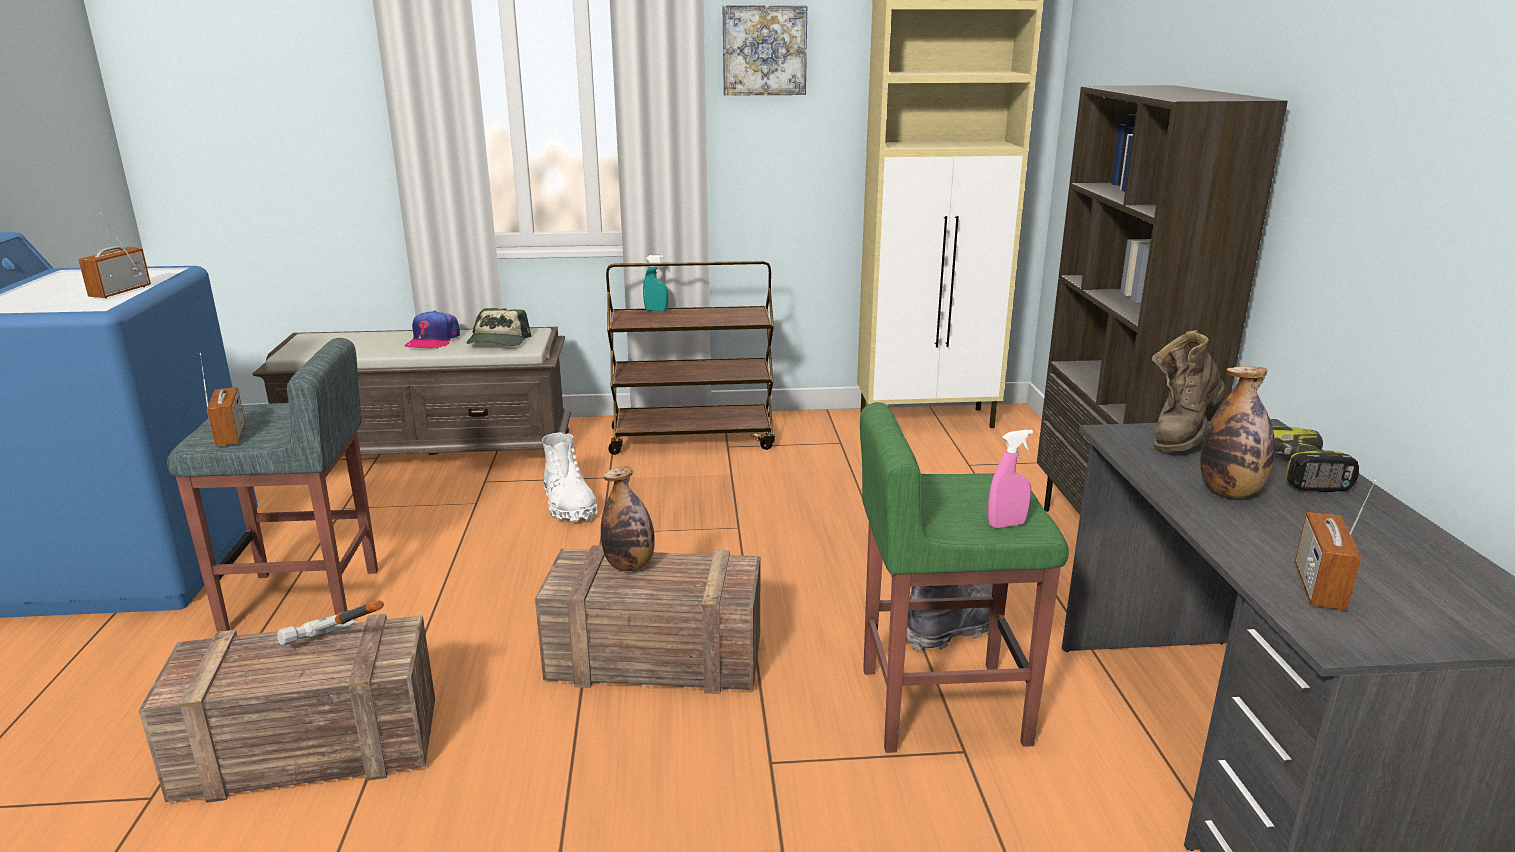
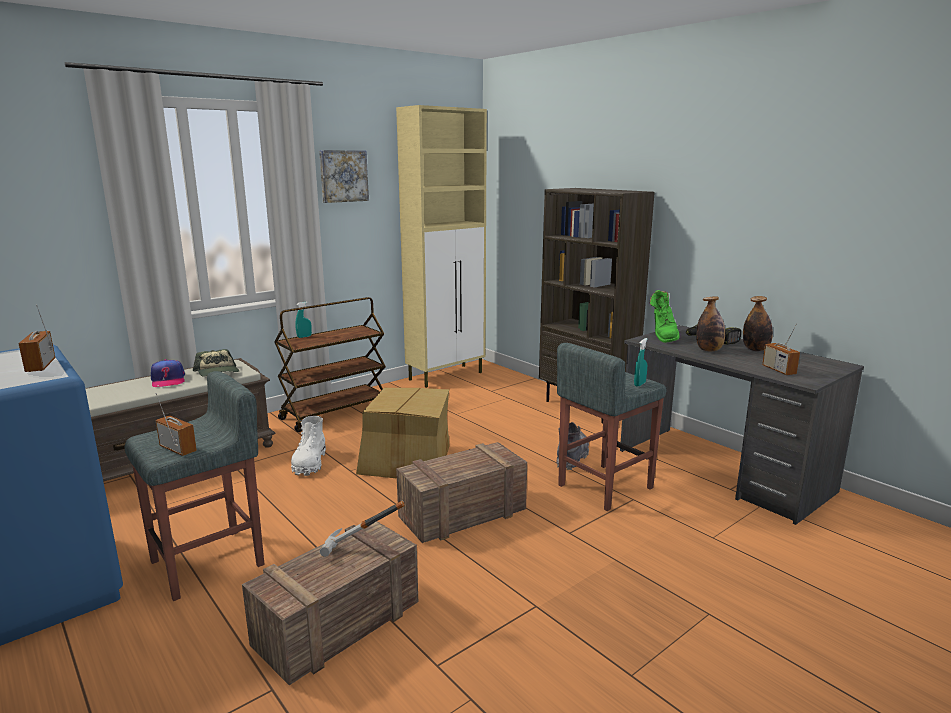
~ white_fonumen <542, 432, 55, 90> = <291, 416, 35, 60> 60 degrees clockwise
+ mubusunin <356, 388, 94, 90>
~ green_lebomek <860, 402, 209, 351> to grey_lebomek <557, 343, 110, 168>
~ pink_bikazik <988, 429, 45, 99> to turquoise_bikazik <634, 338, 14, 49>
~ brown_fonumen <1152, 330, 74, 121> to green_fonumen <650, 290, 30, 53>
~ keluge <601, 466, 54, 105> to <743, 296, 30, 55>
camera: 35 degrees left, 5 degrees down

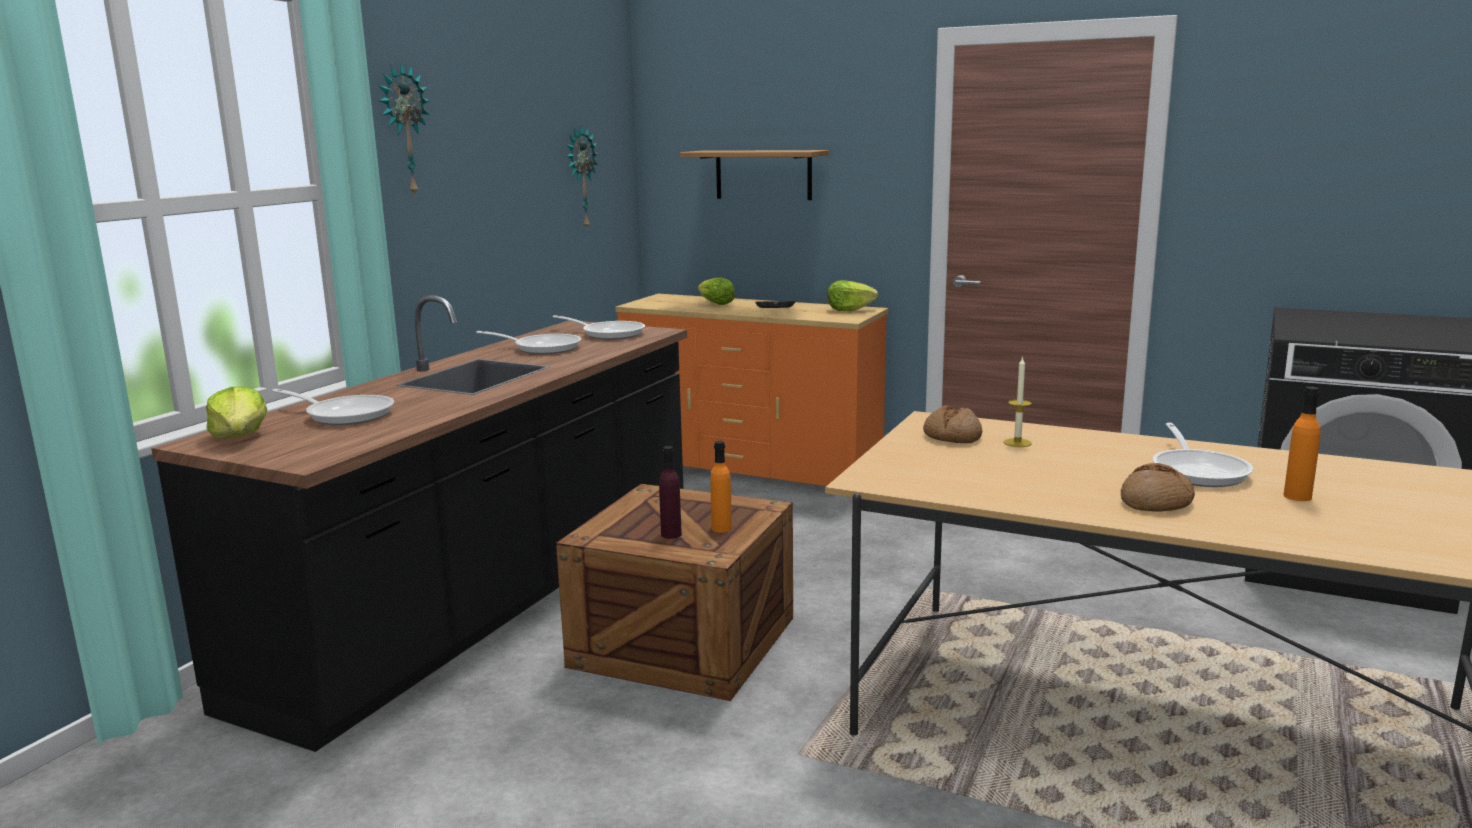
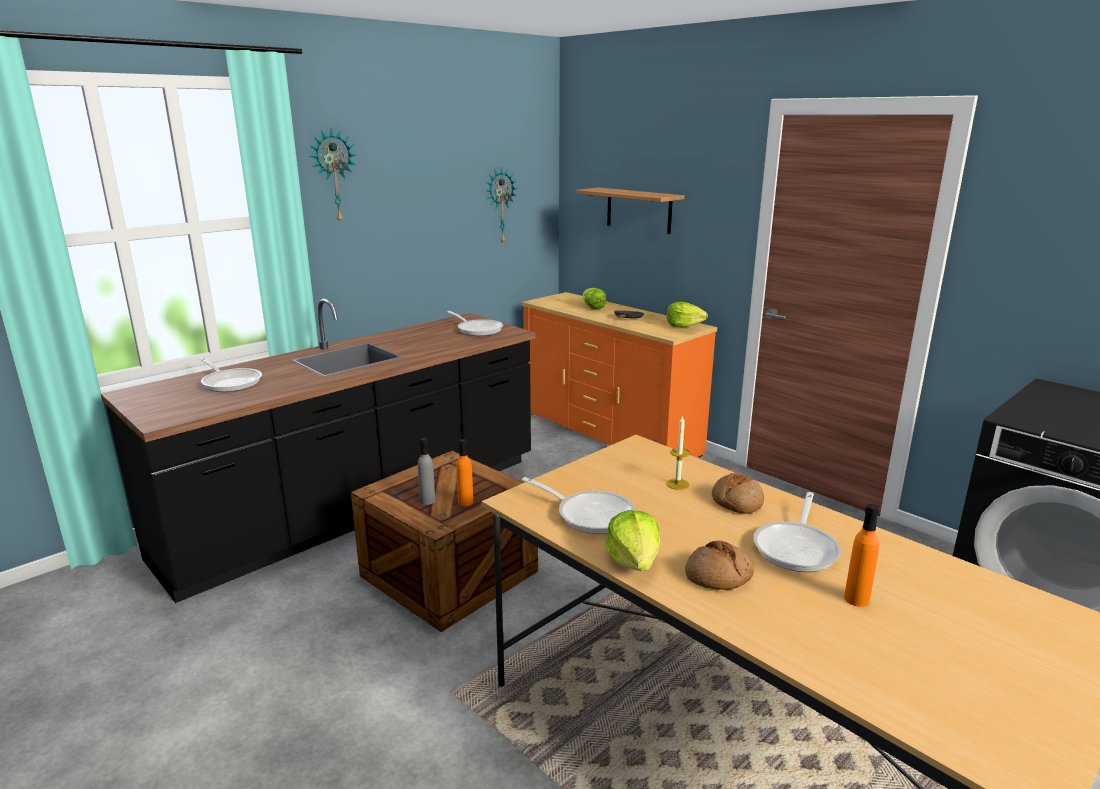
~ purple_keluge <659, 446, 23, 93> to grey_keluge <418, 438, 17, 67>
~ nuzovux <476, 331, 105, 23> to <522, 477, 114, 57>
~ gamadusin <206, 387, 62, 52> to <605, 510, 55, 61>
~ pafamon <923, 405, 59, 38> to <712, 473, 52, 41>
camera: 20 degrees right, 5 degrees up

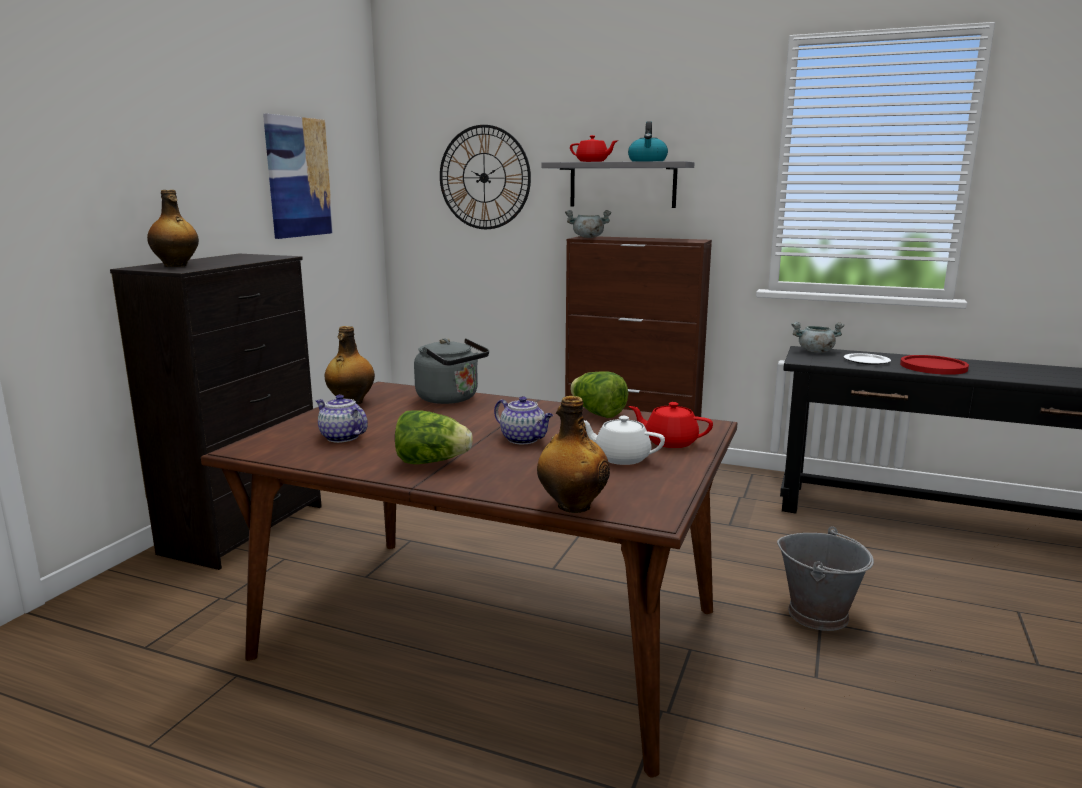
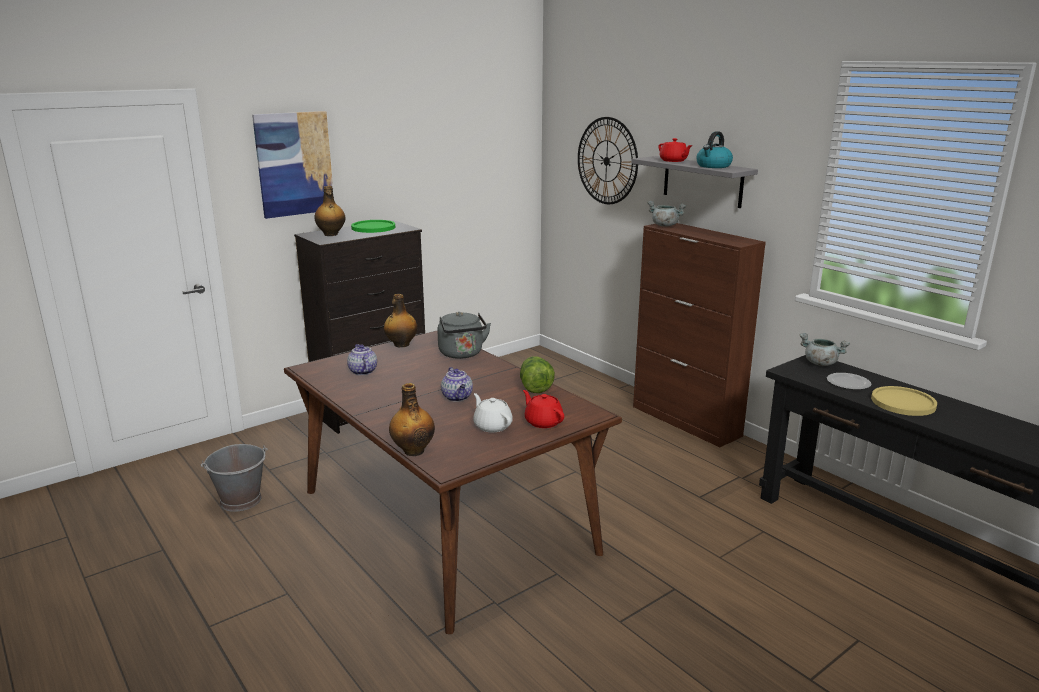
~ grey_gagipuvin <777, 526, 97, 105> to <201, 444, 67, 68>
~ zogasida <263, 113, 70, 126> to <252, 111, 82, 108>
+ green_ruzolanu <351, 220, 44, 13>
~ red_ruzolanu <900, 355, 69, 20> to yellow_ruzolanu <871, 386, 66, 30>
- gamadusin <395, 410, 78, 54>
camera: 30 degrees right, 5 degrees up

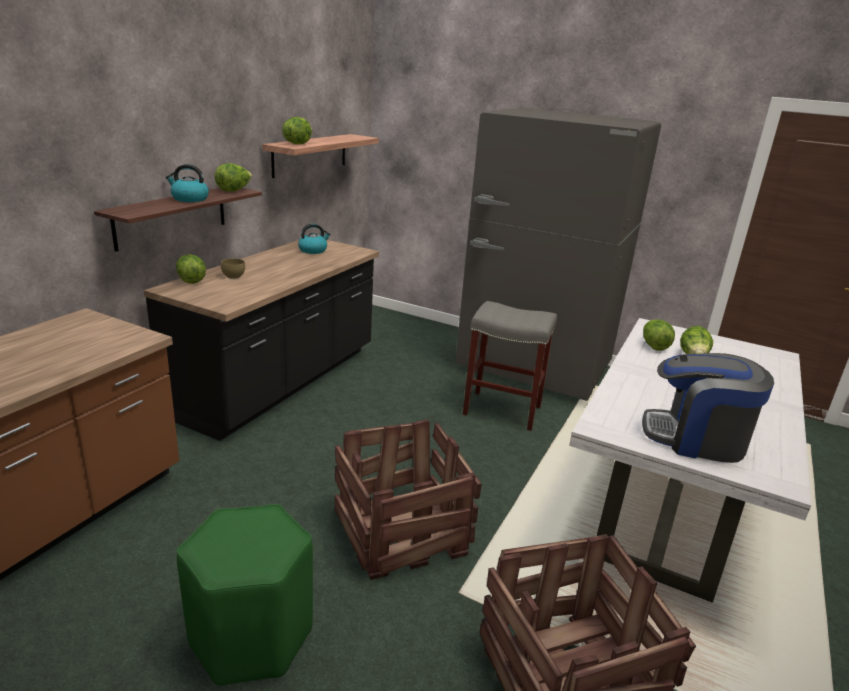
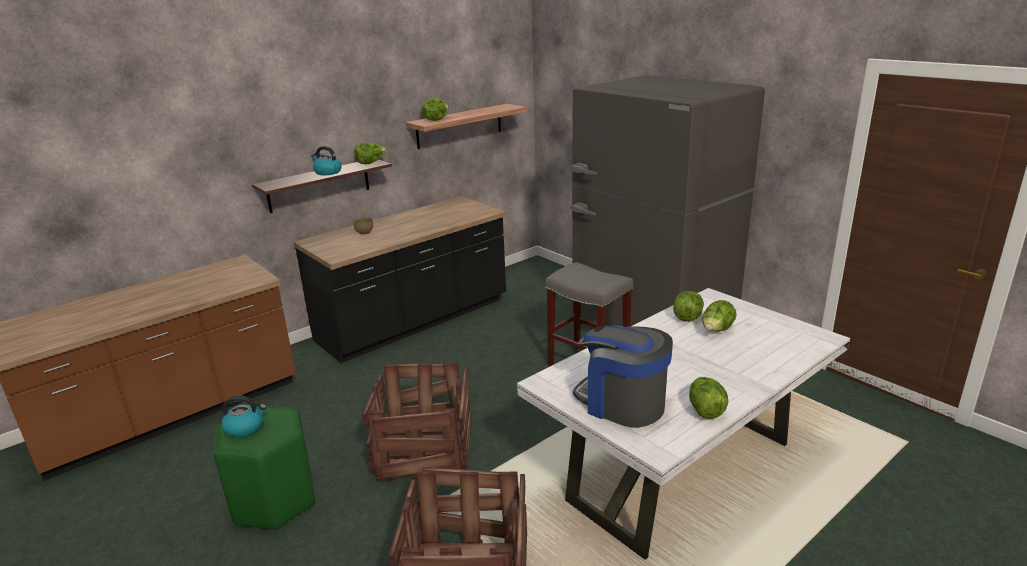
~ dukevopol <298, 224, 33, 30> to <221, 396, 45, 42>
~ gamadusin <176, 254, 30, 30> to <689, 377, 39, 42>
camera: 25 degrees right, 0 degrees up

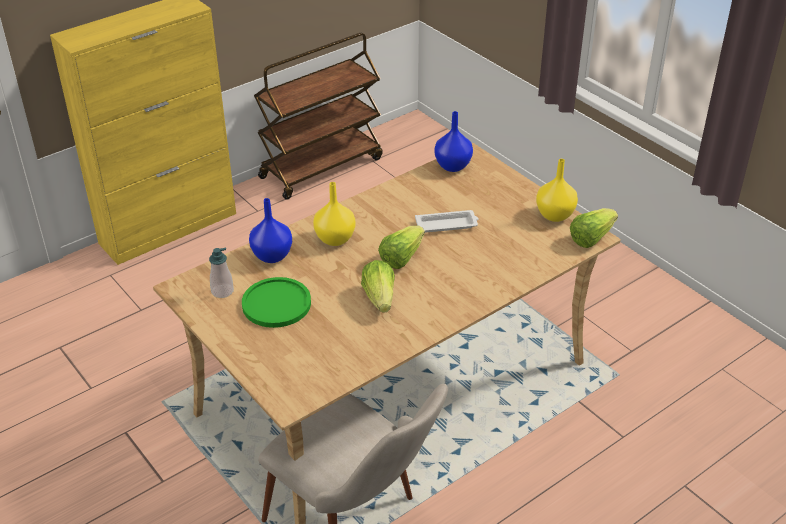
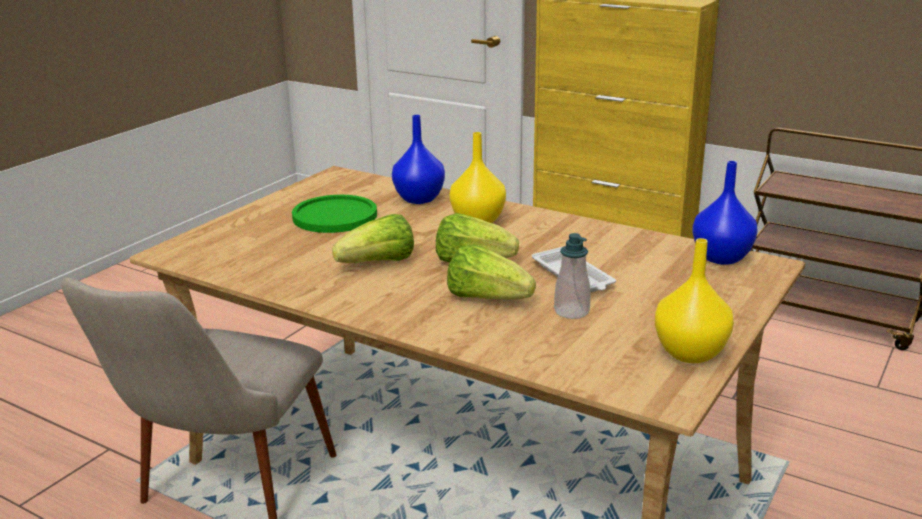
~ gamadusin <570, 208, 48, 40> to <447, 244, 89, 55>
~ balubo <209, 248, 25, 50> to <554, 233, 37, 86>
camera: 70 degrees right, 15 degrees down

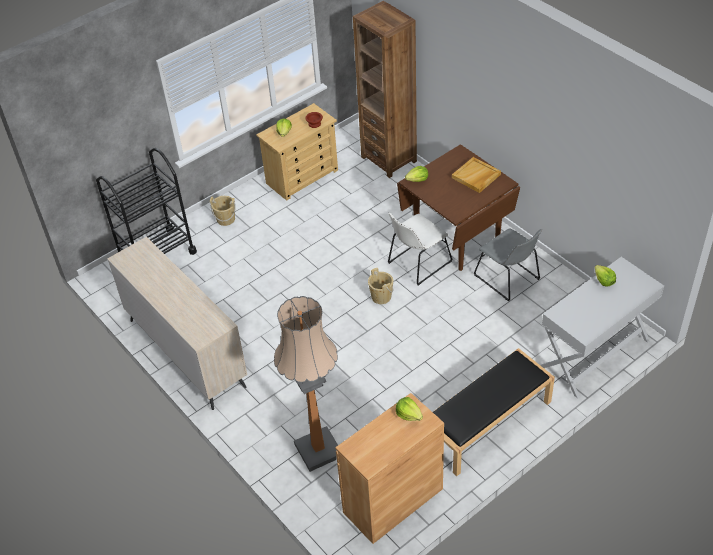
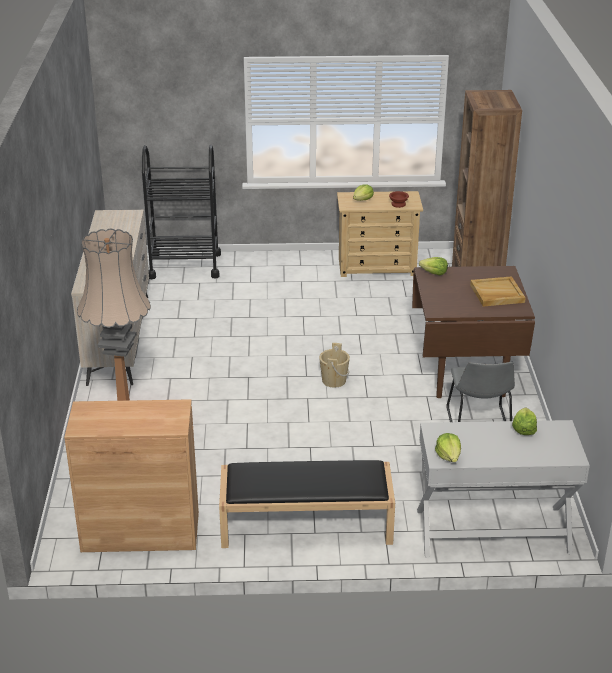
~ gamadusin <396, 397, 27, 24> to <435, 433, 26, 29>
- beige_gagipuvin <210, 196, 26, 30>
- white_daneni <388, 213, 65, 72>
camera: 35 degrees right, 15 degrees down

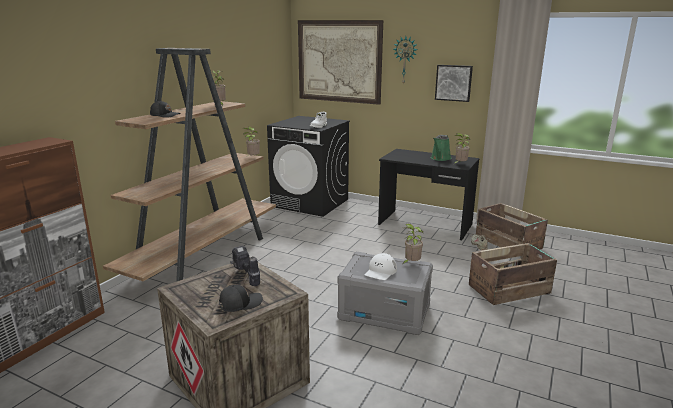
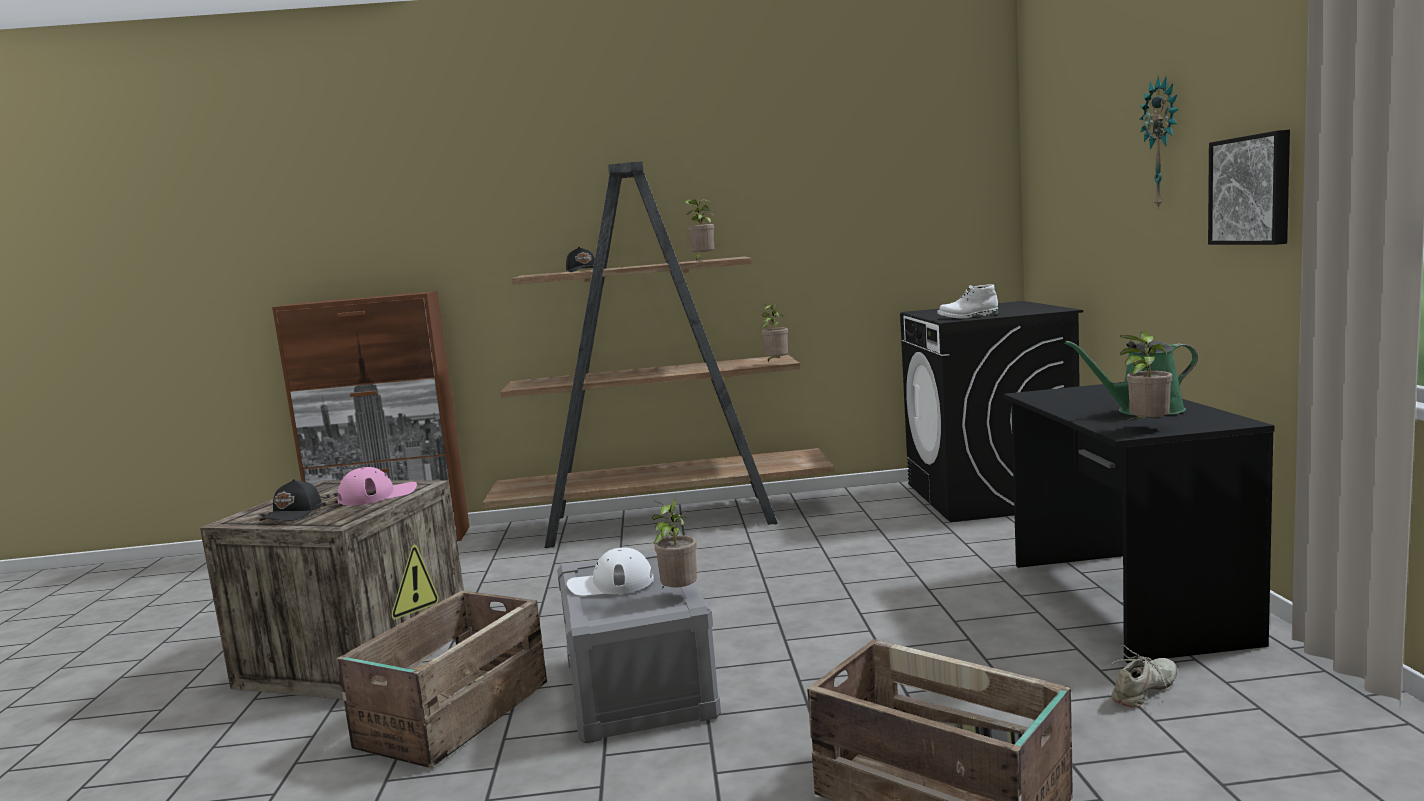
~ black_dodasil <219, 285, 44, 27> = <259, 479, 63, 42> 75 degrees clockwise
~ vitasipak <230, 246, 30, 40> to pink_dodasil <337, 467, 80, 38>
~ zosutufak <476, 203, 72, 54> to <337, 591, 210, 178>
- zogasida <298, 20, 85, 85>
camera: 60 degrees right, 10 degrees down

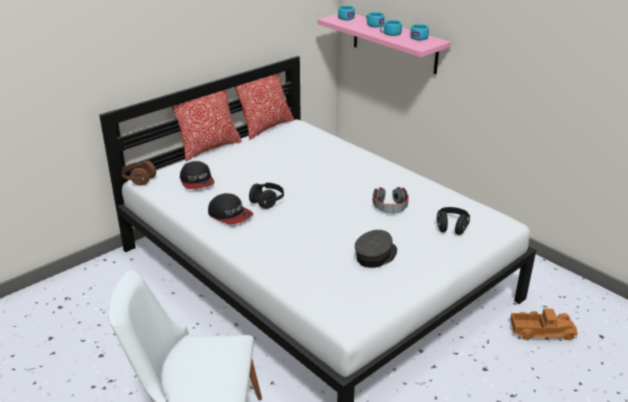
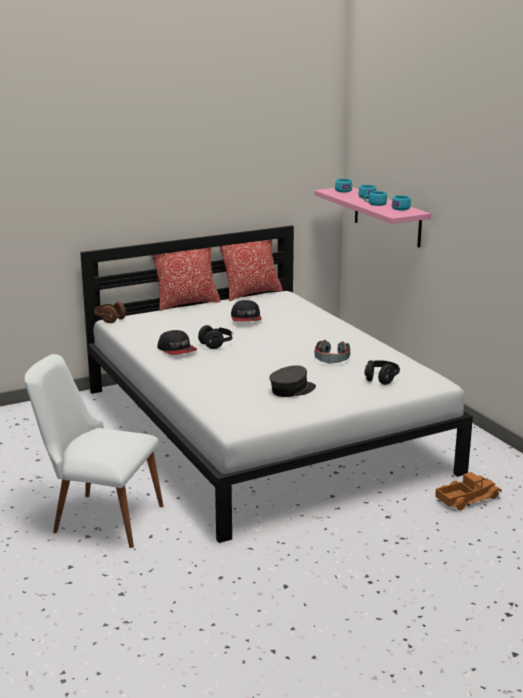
~ dodasil <180, 161, 34, 28> to <231, 300, 30, 21>
~ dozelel <510, 308, 68, 32> = <435, 472, 67, 38> 45 degrees counterclockwise
camera: 15 degrees right, 10 degrees down

